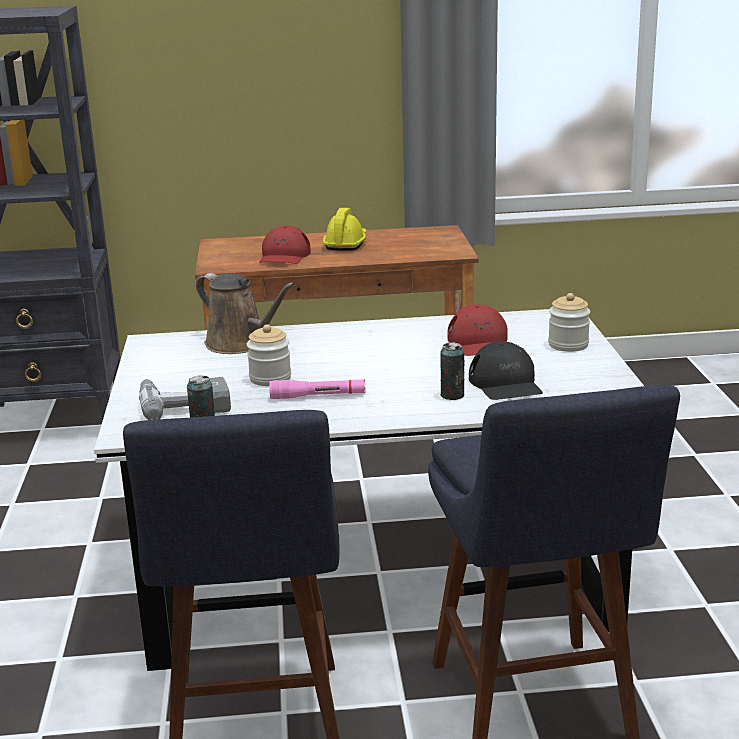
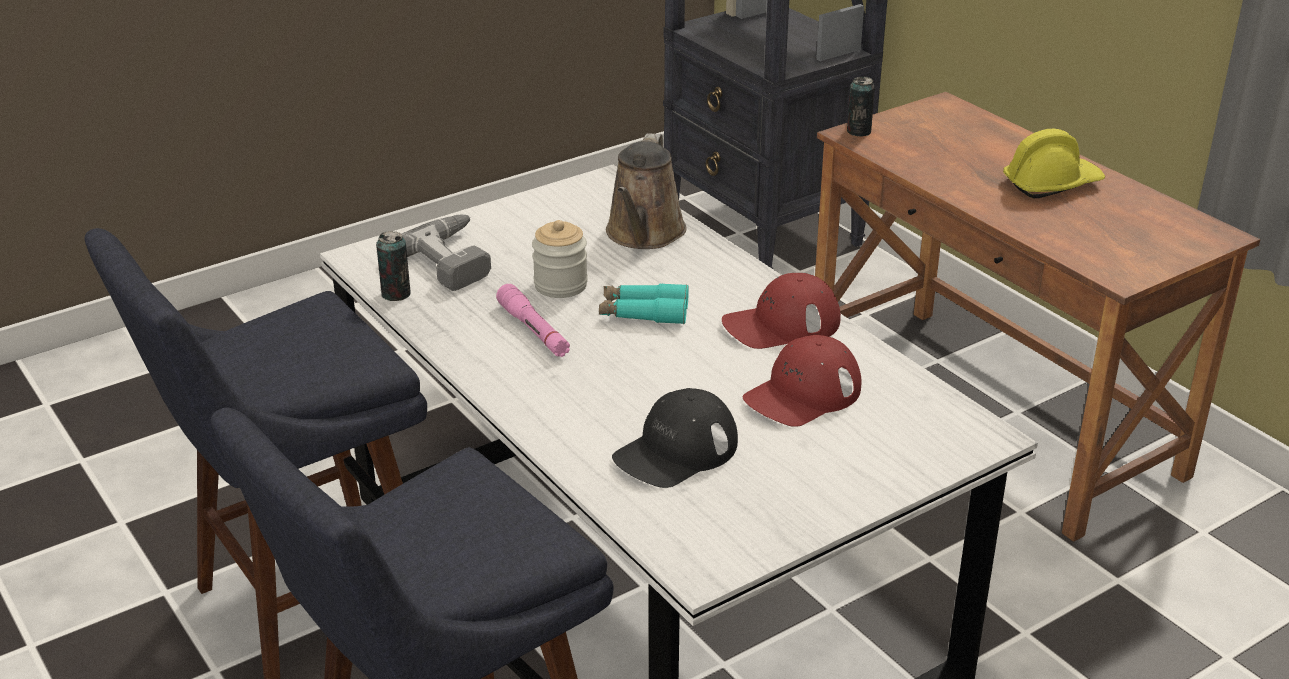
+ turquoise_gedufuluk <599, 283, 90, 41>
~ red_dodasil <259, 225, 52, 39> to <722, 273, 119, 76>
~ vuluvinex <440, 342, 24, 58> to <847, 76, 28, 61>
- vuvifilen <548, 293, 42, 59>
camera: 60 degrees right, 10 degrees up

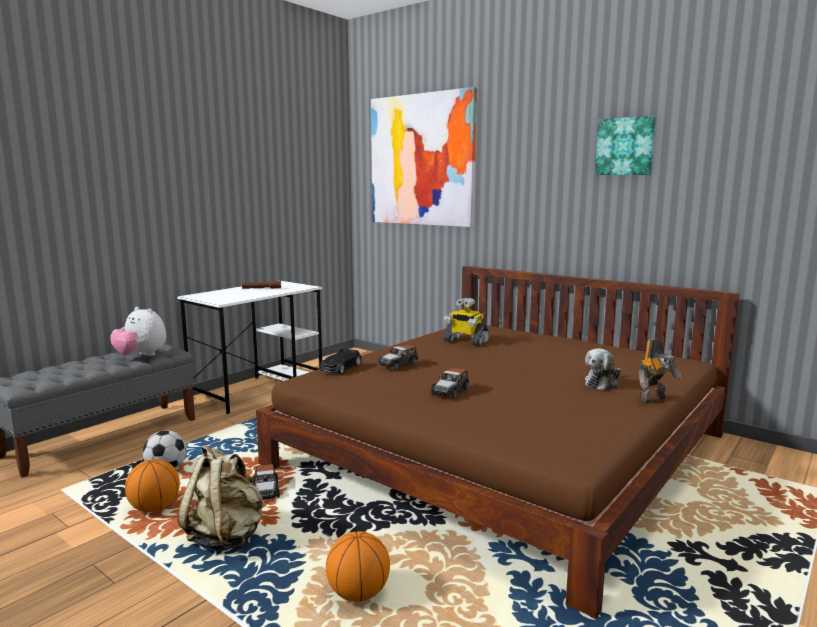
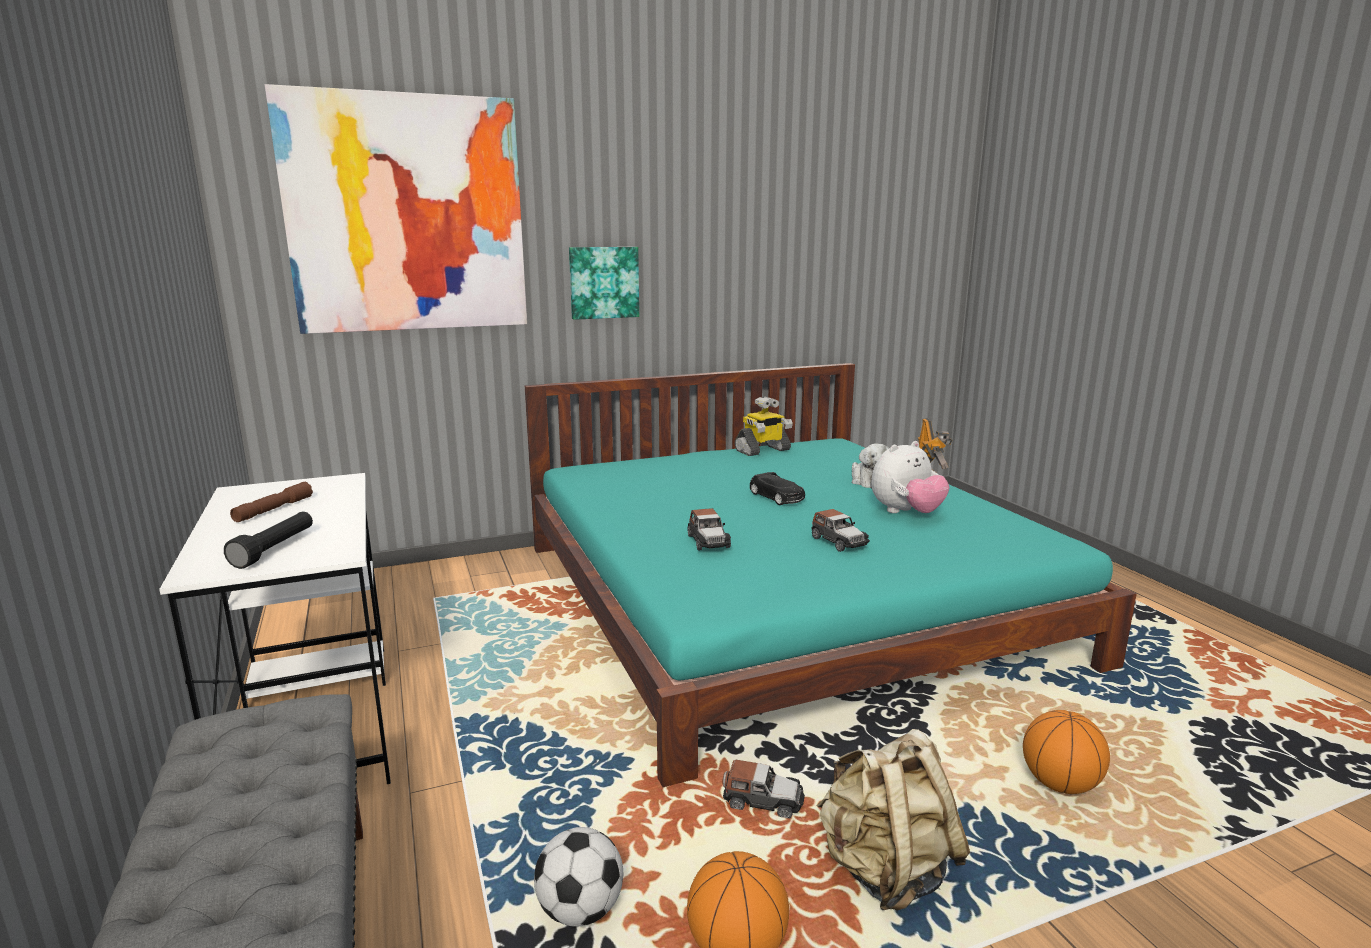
+ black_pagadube <224, 511, 89, 58>
~ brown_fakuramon <256, 266, 484, 353> to turquoise_fakuramon <525, 363, 612, 424>
~ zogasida <595, 116, 61, 59> to <569, 247, 70, 73>
~ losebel <444, 298, 45, 48> to <735, 396, 58, 60>
~ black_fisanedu <320, 349, 42, 25> to <750, 472, 55, 33>
~ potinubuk <111, 307, 55, 49> to <871, 441, 79, 72>
camera: 60 degrees left, 5 degrees up

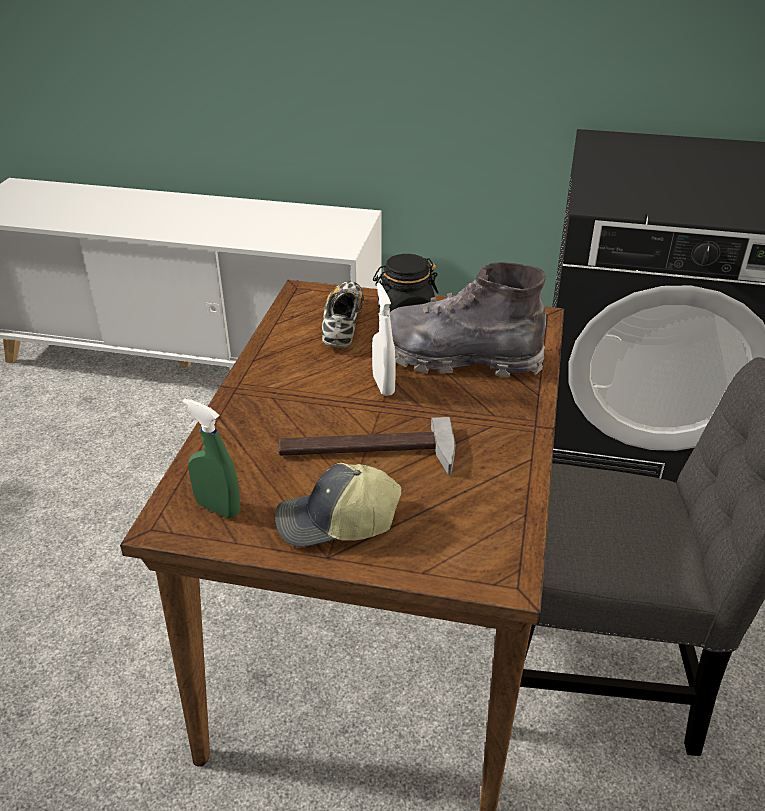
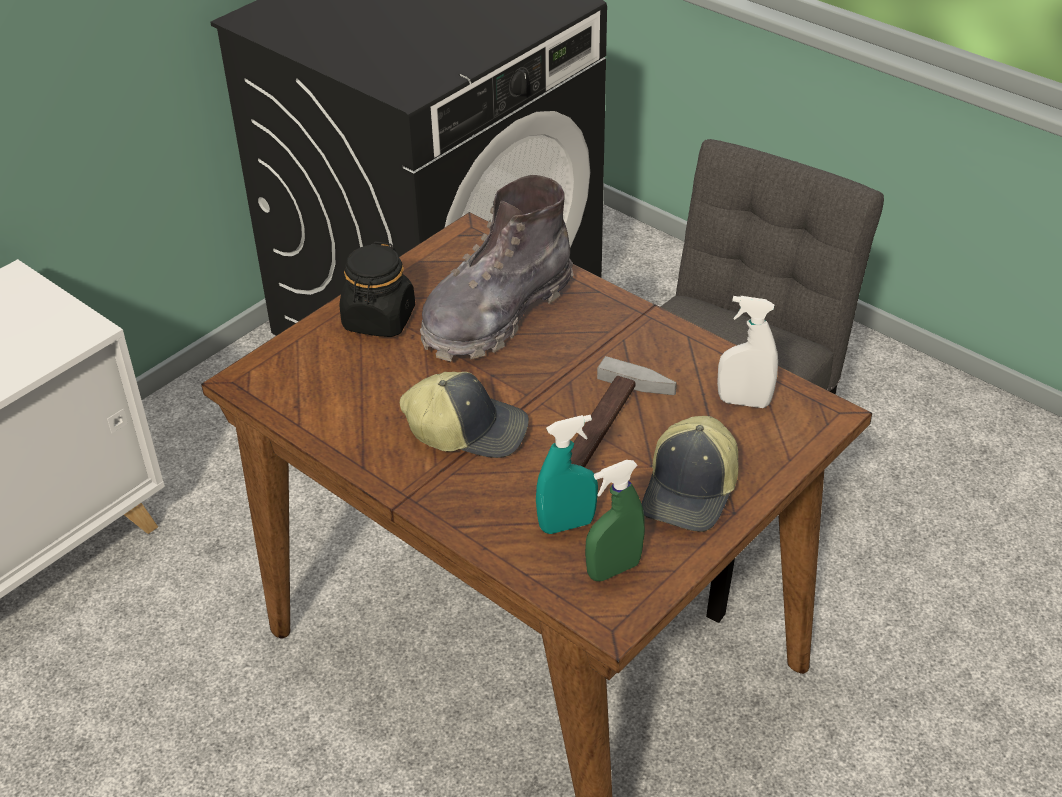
+ dodasil <400, 372, 129, 86>
+ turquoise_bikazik <536, 415, 62, 119>
~ white_bikazik <372, 283, 24, 113> to <717, 296, 61, 112>
- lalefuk <322, 281, 42, 67>
camera: 60 degrees left, 5 degrees up

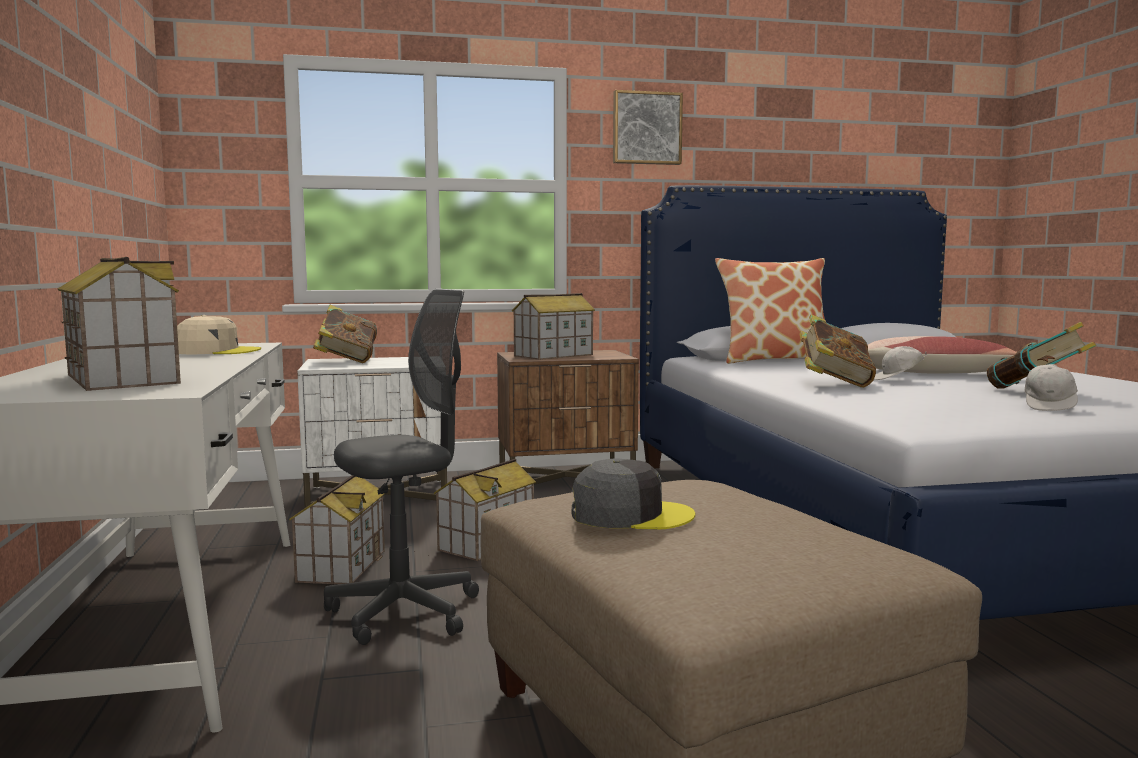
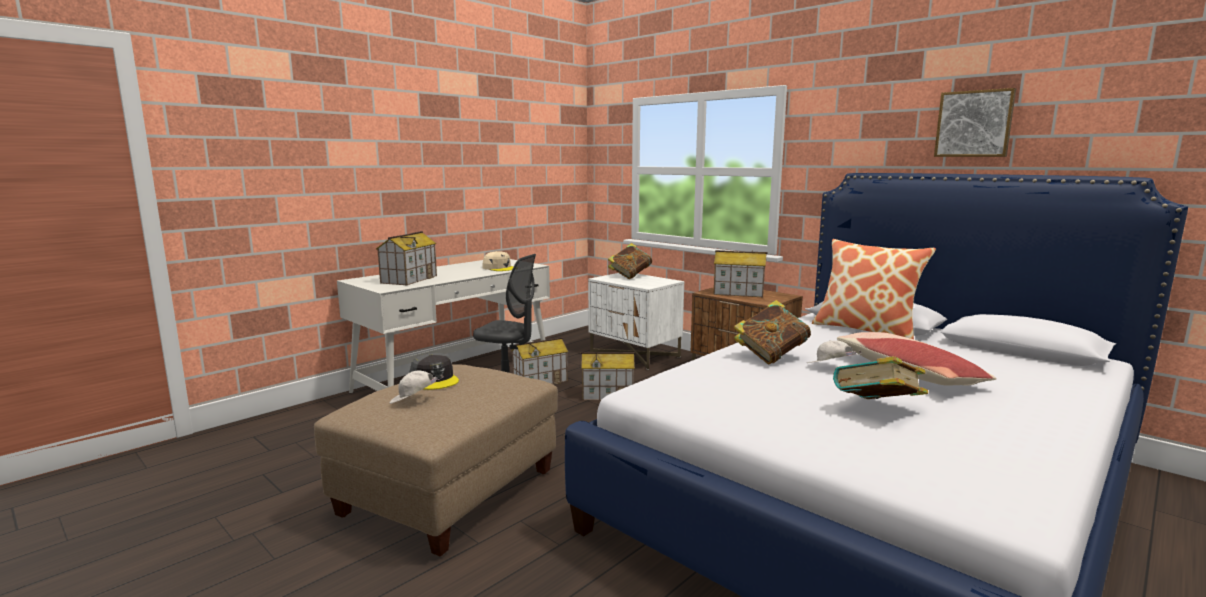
~ white_dodasil <1024, 364, 54, 47> to <390, 371, 54, 33>
~ zogasida <613, 90, 70, 75> to <934, 88, 82, 69>
camera: 55 degrees right, 5 degrees up

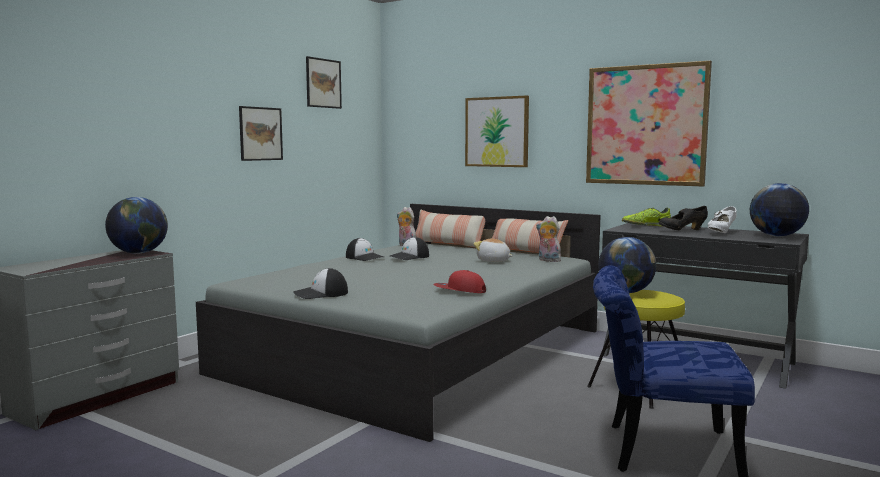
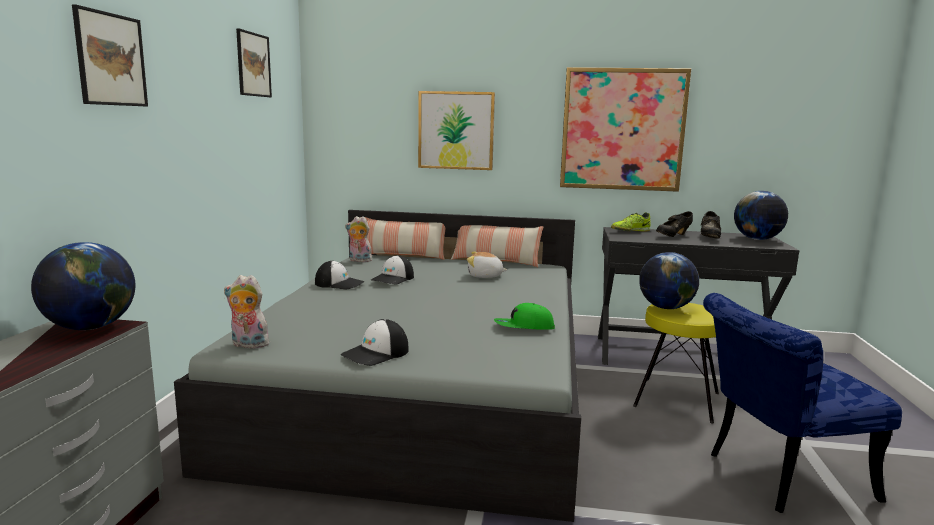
~ zogasida <239, 106, 44, 55> to <72, 4, 76, 102>
~ potinubuk <536, 216, 25, 46> to <224, 275, 50, 73>
~ red_dodasil <433, 270, 53, 23> to green_dodasil <494, 303, 61, 27>
~ white_lalefuk <708, 206, 29, 27> to black_lalefuk <701, 211, 20, 28>
camera: 25 degrees left, 5 degrees up

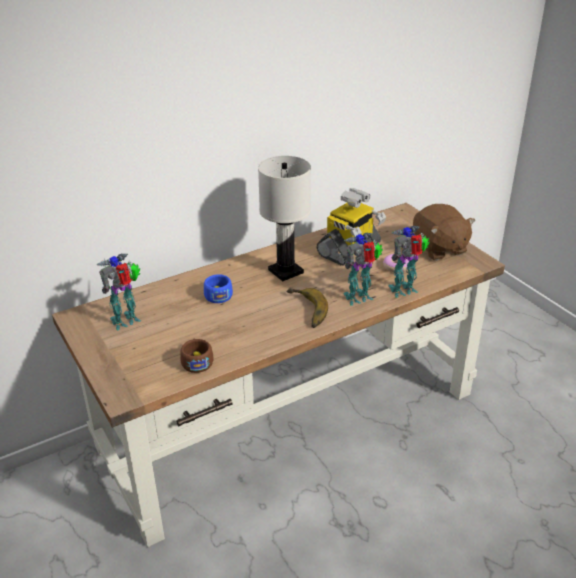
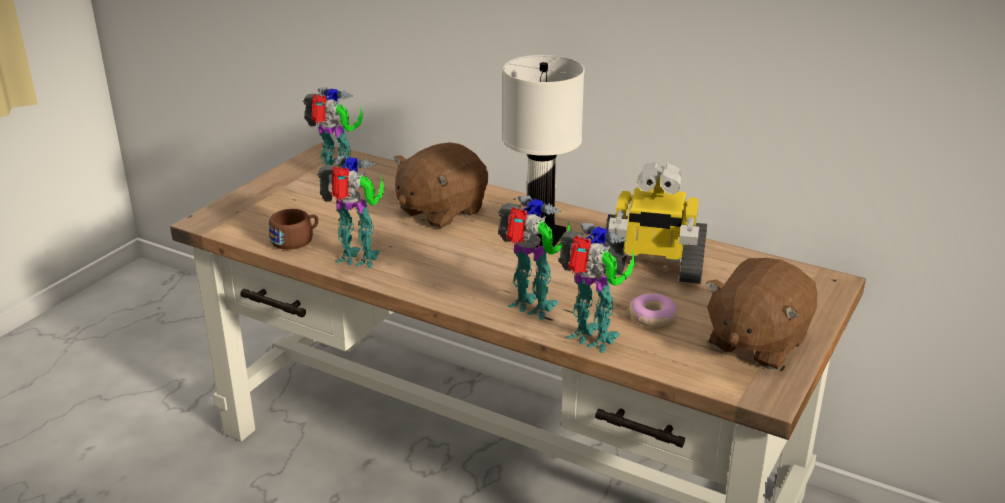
+ losebel <317, 155, 67, 113>
~ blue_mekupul <204, 274, 29, 29> to brown_potinubuk <394, 142, 94, 87>
- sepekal <286, 287, 42, 41>
camera: 60 degrees right, 5 degrees down

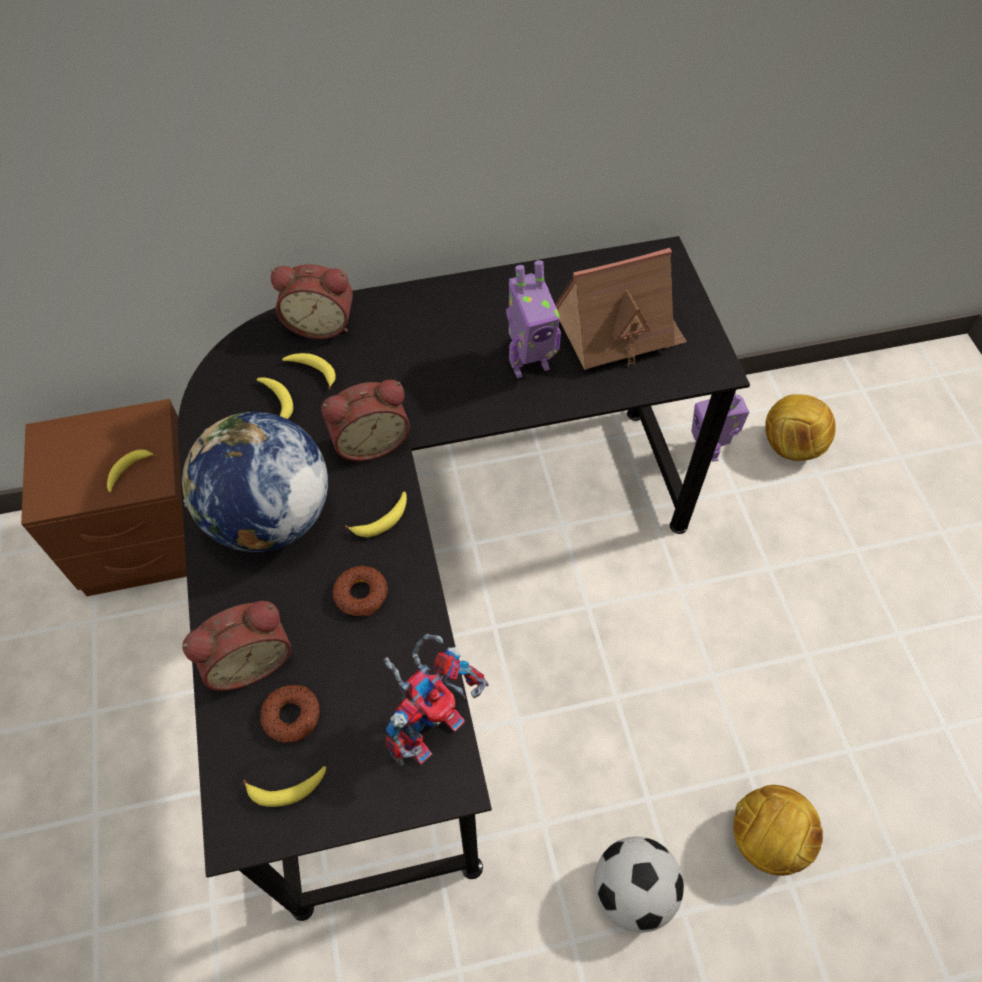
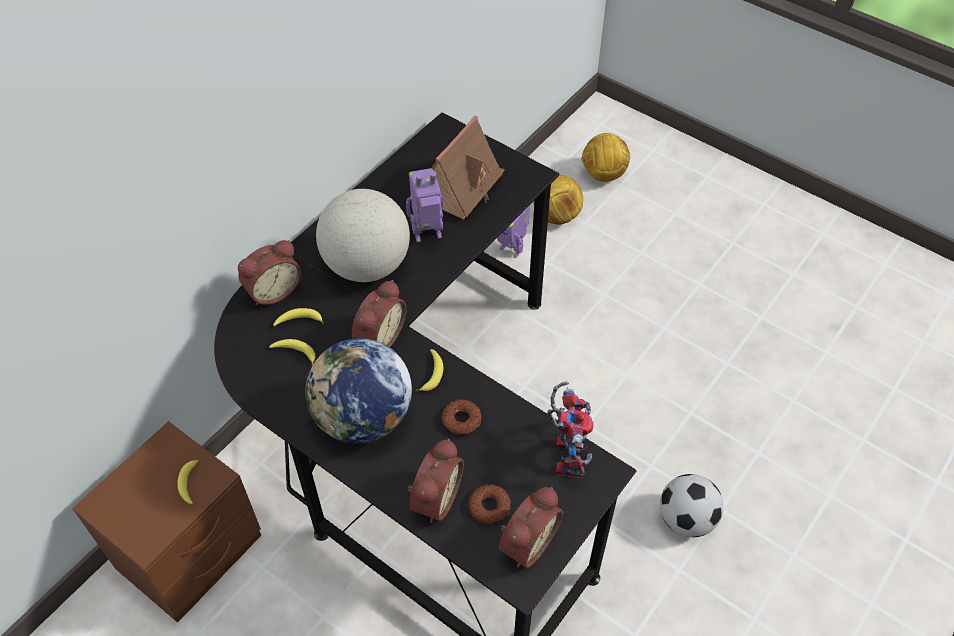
+ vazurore <316, 189, 94, 93>
~ losebel <506, 260, 55, 119> = <406, 168, 37, 74> 135 degrees counterclockwise
~ sepekal <243, 766, 83, 41> to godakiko <499, 487, 64, 81>
~ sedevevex <733, 785, 90, 91> to <581, 133, 49, 49>
camera: 40 degrees left, 5 degrees down

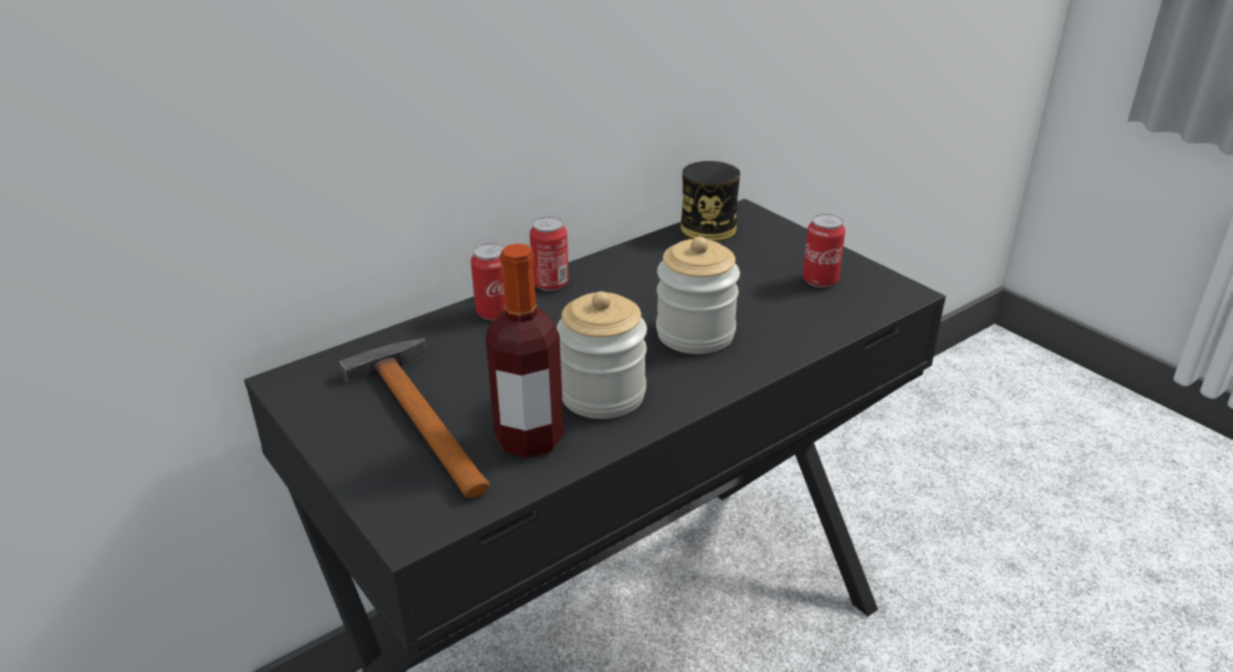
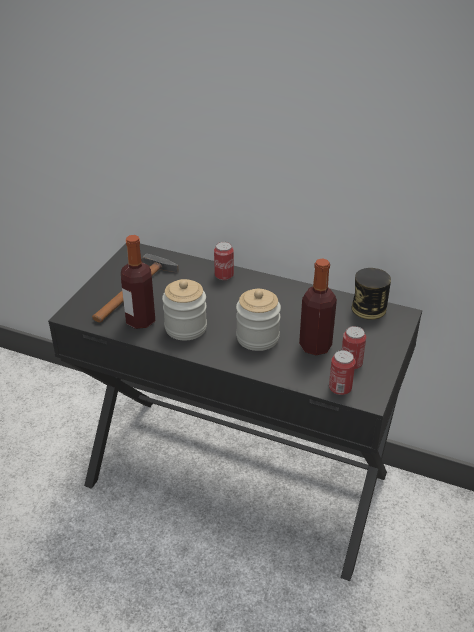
+ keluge <299, 258, 38, 97>
~ vuluvinex <530, 217, 39, 74> to <329, 350, 26, 45>
camera: 60 degrees right, 5 degrees up

